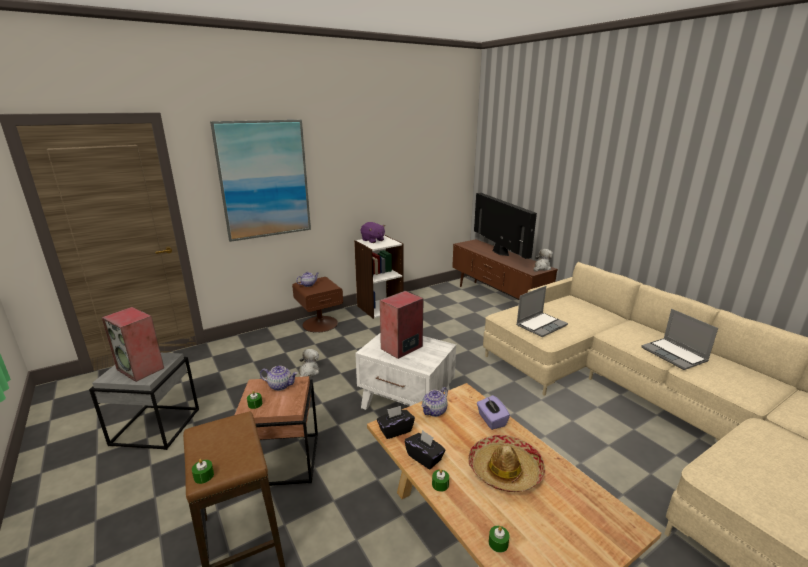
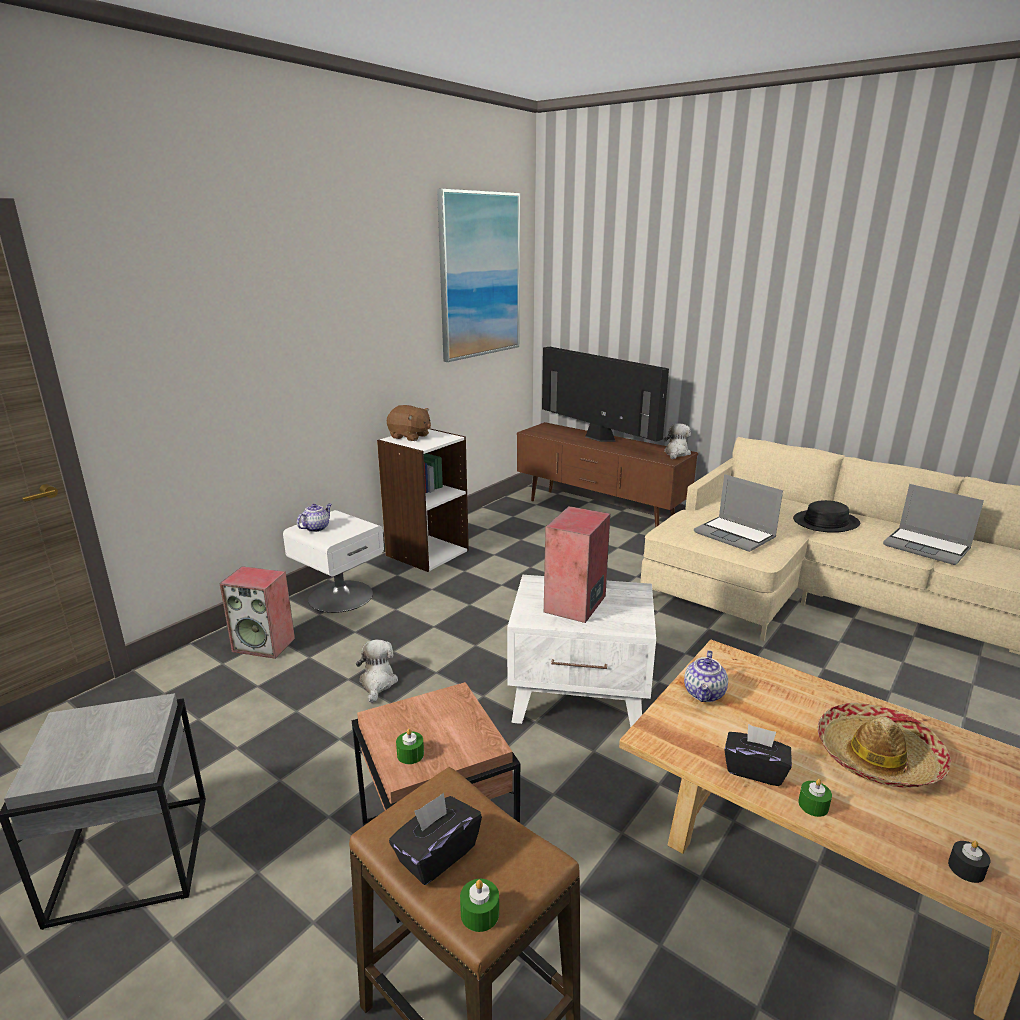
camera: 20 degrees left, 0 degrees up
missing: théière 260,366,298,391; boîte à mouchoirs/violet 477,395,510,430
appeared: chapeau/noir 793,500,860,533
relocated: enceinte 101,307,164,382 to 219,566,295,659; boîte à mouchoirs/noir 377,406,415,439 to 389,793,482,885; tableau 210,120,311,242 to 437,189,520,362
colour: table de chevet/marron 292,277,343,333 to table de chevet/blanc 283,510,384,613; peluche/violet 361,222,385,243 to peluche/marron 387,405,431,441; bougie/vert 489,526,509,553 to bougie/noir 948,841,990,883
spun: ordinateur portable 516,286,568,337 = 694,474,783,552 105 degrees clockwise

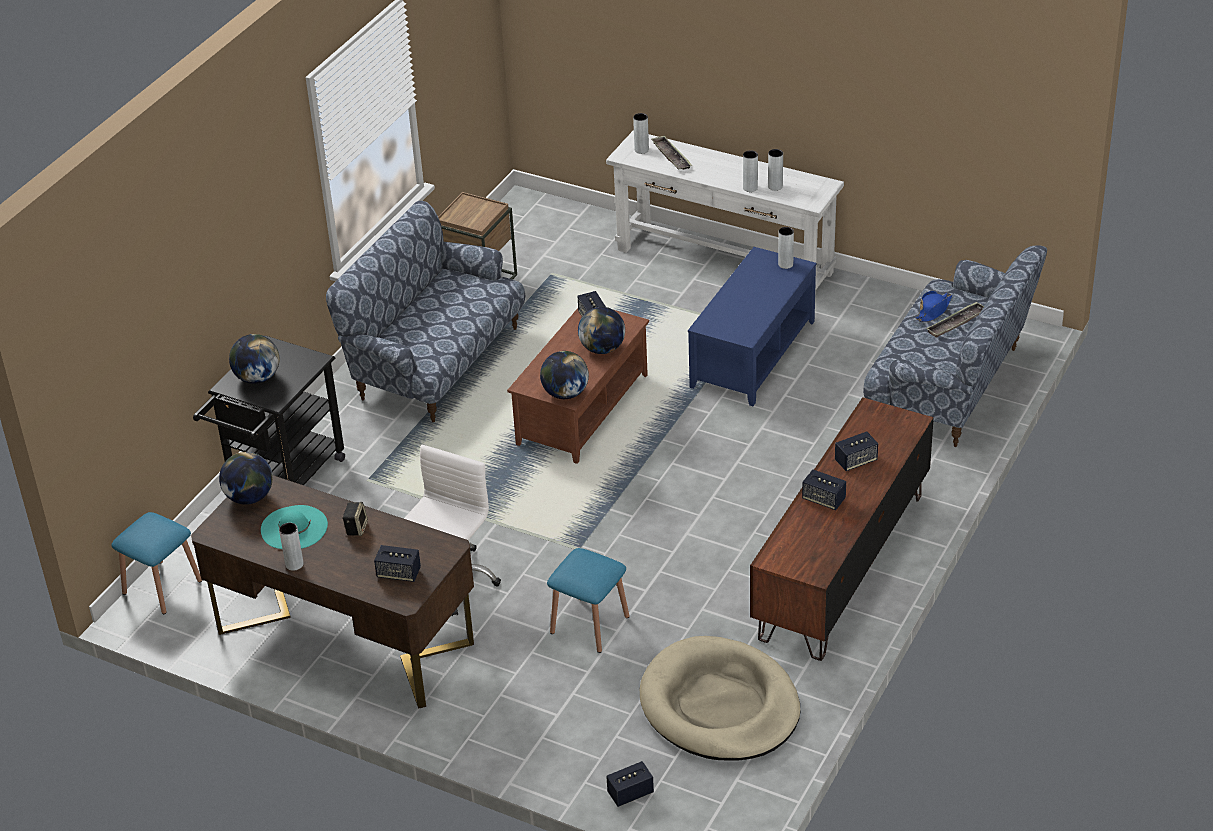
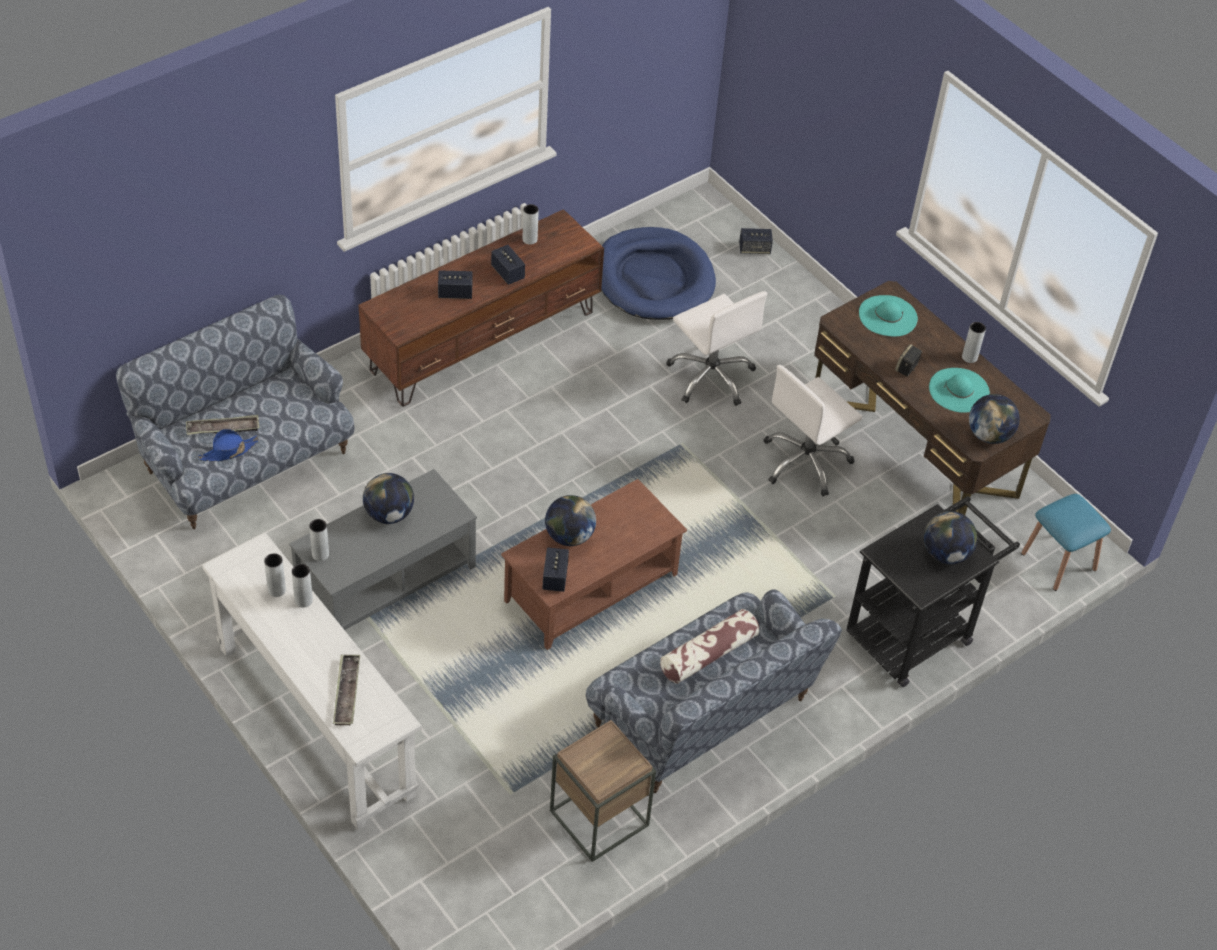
camera: 160 degrees left, 10 degrees up
appeared: coussin 660,609,759,684
relocated: globe 540,351,589,399 to 363,473,414,524; vase/gris 633,113,649,154 to 523,204,539,245
exchanged: tabouret/bleu 547,548,629,653 to chaise de bureau/blanc 666,291,767,406; enceinte 374,545,421,582 to chapeau/turquoise 859,295,918,337
colour: table basse/bleu 688,247,816,406 to table basse/gris 289,469,477,630; panier pour chien/beige 640,636,800,760 to panier pour chien/bleu 601,227,716,320

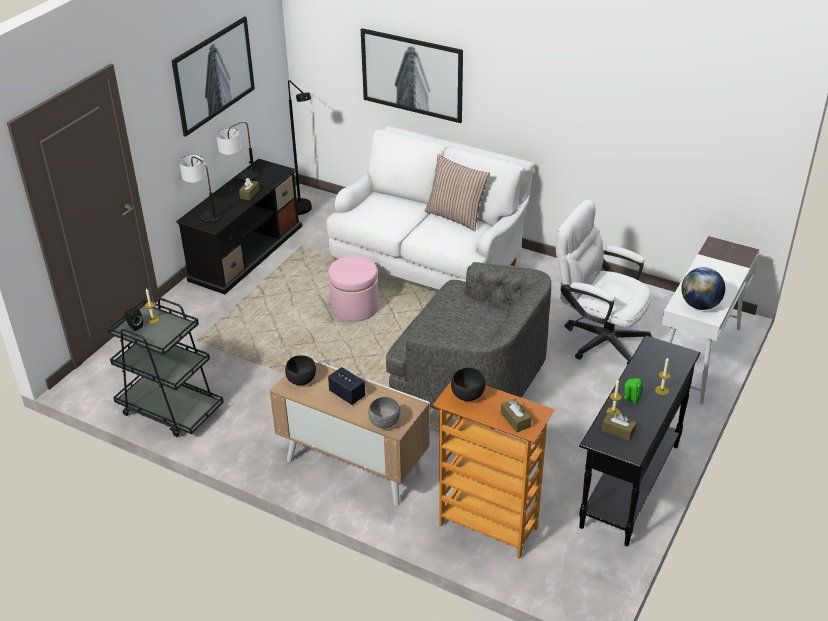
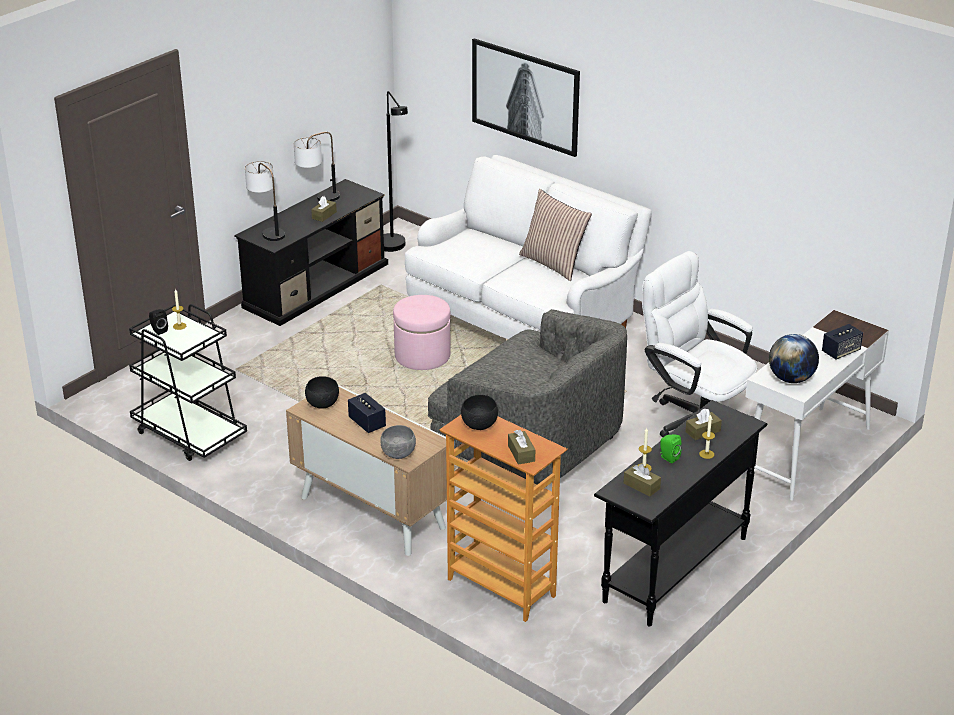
camera: 10 degrees right, 5 degrees down
missing: tableau 171,16,255,137
appeared: boîte à mouchoirs/marron 685,409,722,440; enceinte 822,324,863,359

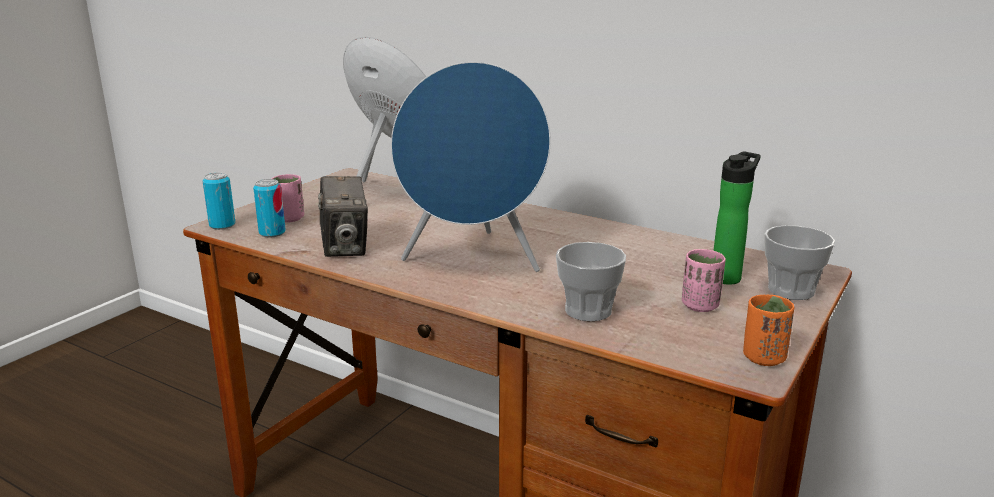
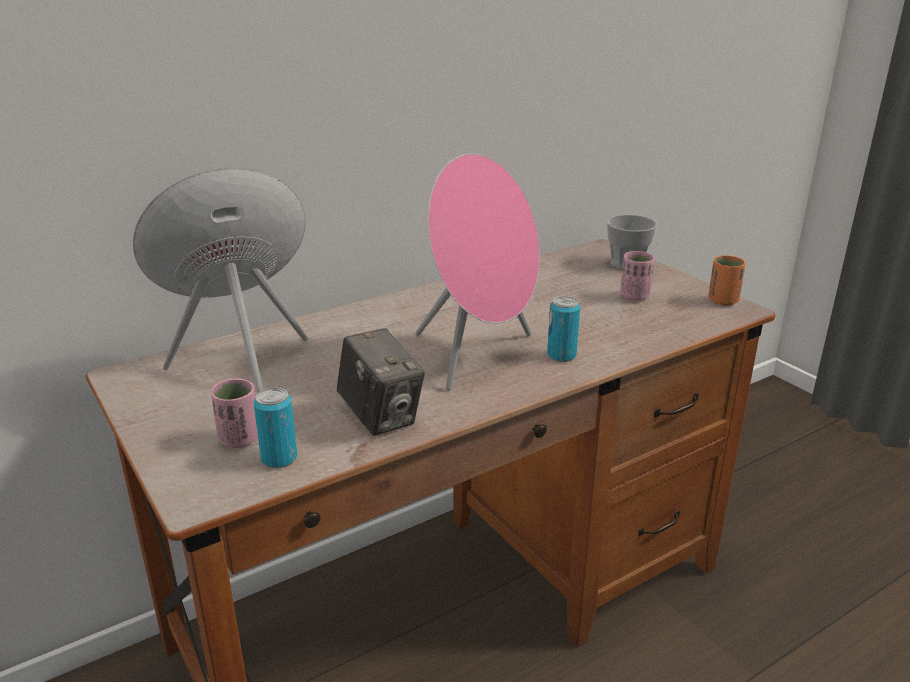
camera: 65 degrees left, 5 degrees up
missing: tasse 556,242,626,321; bouteille 714,151,761,285
relocated: boîte métallique 203,172,235,230 to 547,296,580,362
colour: enceinte/bleu 391,62,551,272 to enceinte/rose 415,153,540,390
spun: appareil photo 318,176,368,257 = 337,328,425,436 45 degrees clockwise

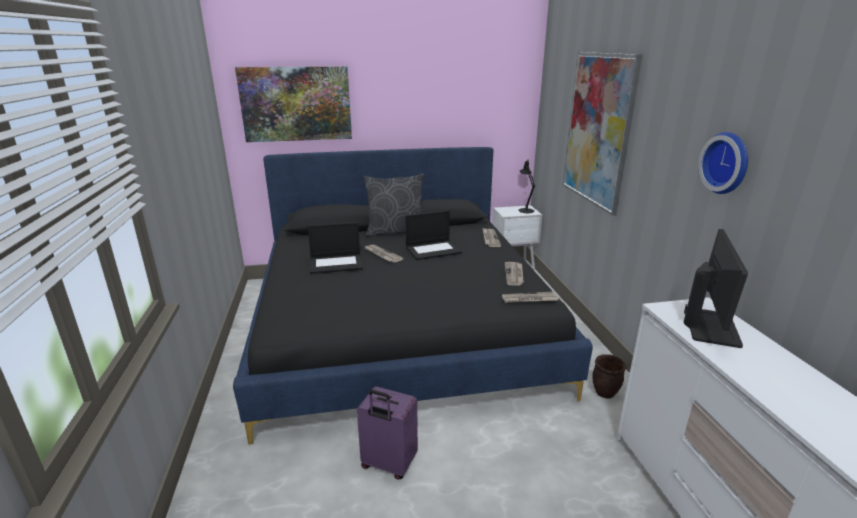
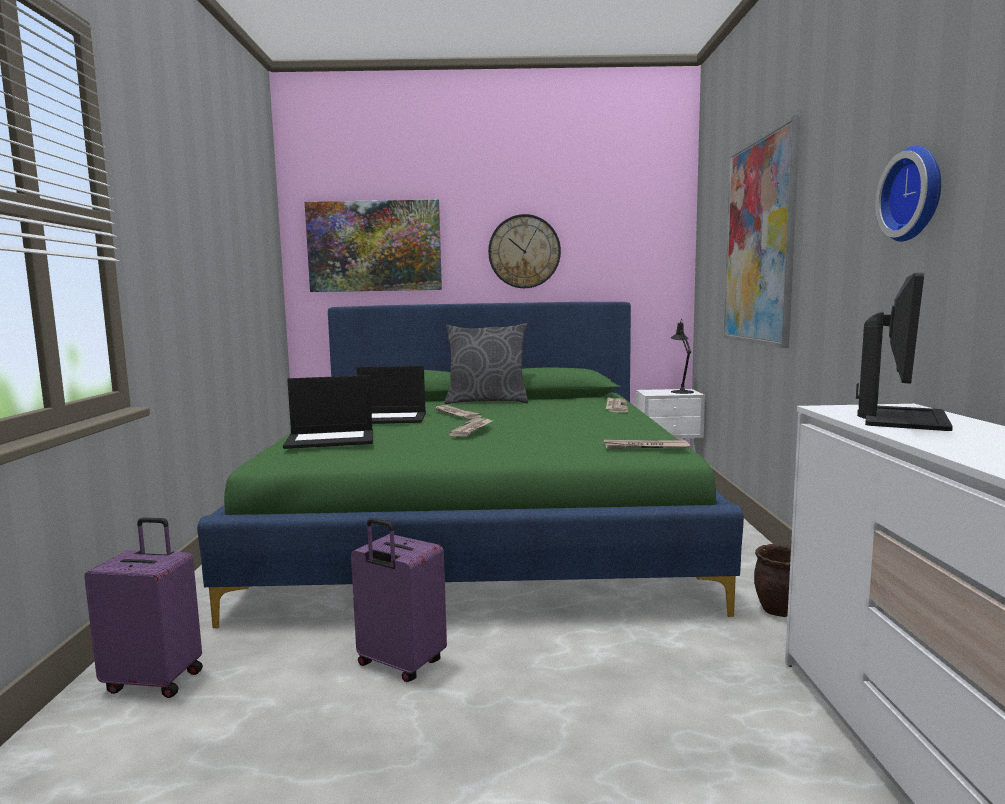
camera: 10 degrees right, 15 degrees down
appeared: valise/violet 84,517,203,698; horloge murale 488,214,561,288
relocated: ordinateur portable 405,210,462,260 to 283,375,373,449; journal 505,262,524,286 to 448,418,492,437
colour: lit/noir 233,147,593,444 to lit/vert 197,302,744,628

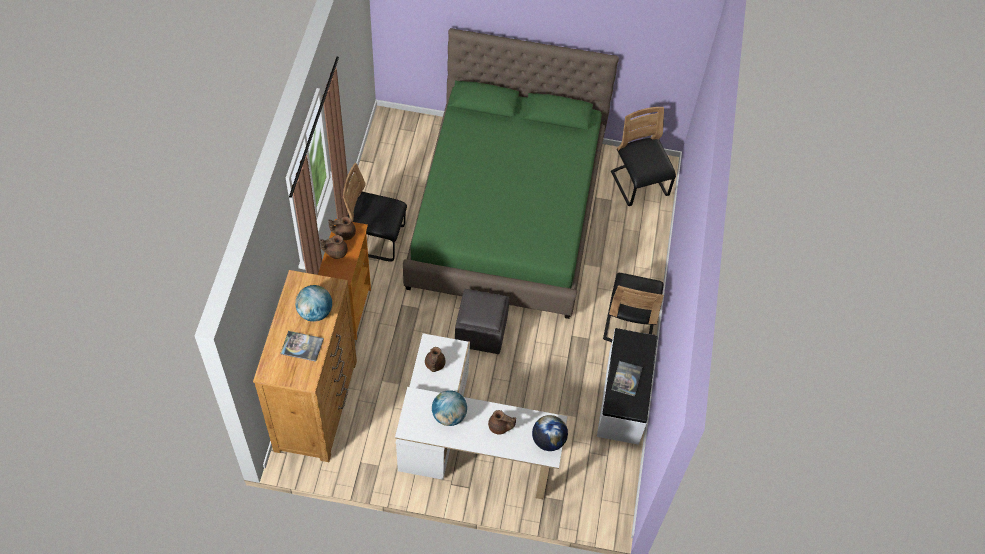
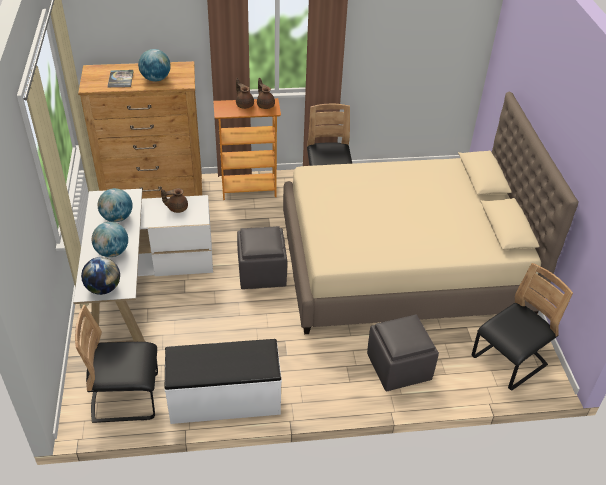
camera: 75 degrees right, 15 degrees down
missing: livre 611,361,642,396
appeared: pouf/gris 367,315,439,392
relocated: chaise/noir 603,273,664,342 to 75,305,158,423
exchanged: théière/marron 488,410,516,435 to globe 92,222,128,257
colour: lit/vert 403,28,619,319 to lit/beige 283,92,578,334

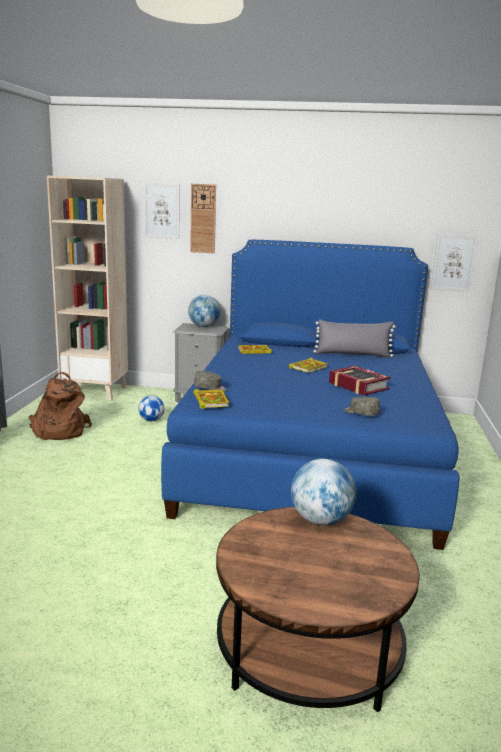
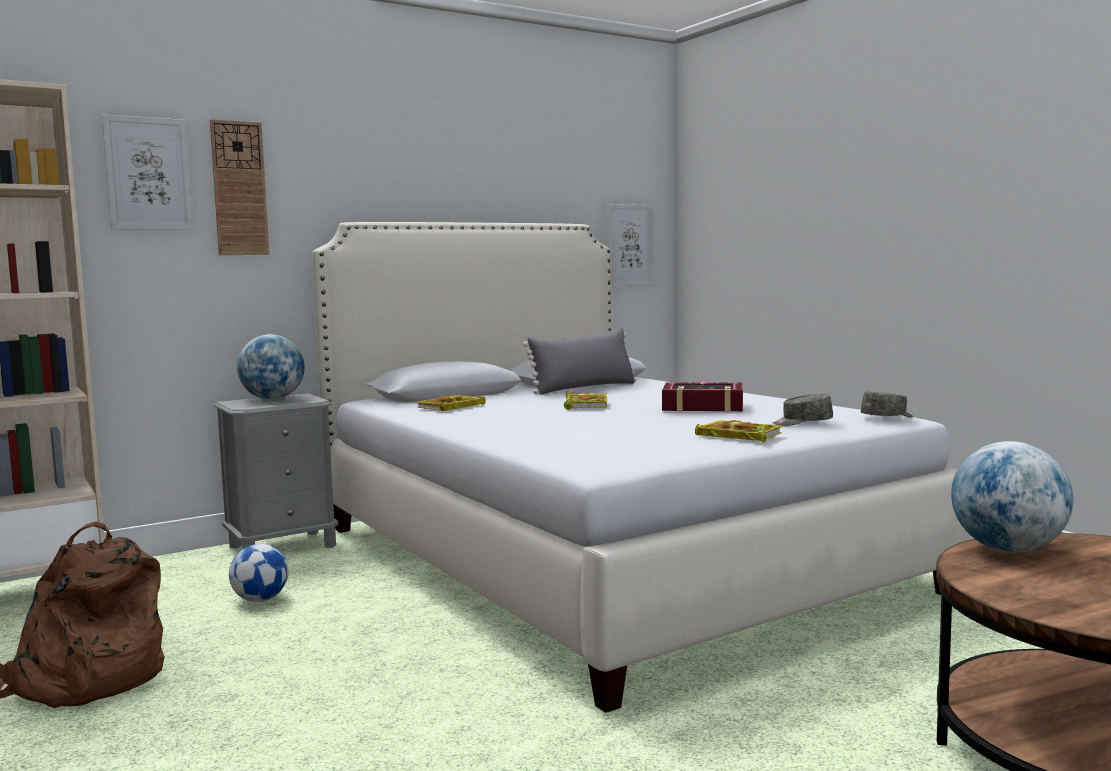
camera: 40 degrees left, 10 degrees down
relocated: livre 194,389,229,409 to 695,420,782,443; casquette/gris 194,371,227,392 to 861,391,913,418
colour: lit/bleu 161,240,460,550 to lit/blanc 312,222,970,713

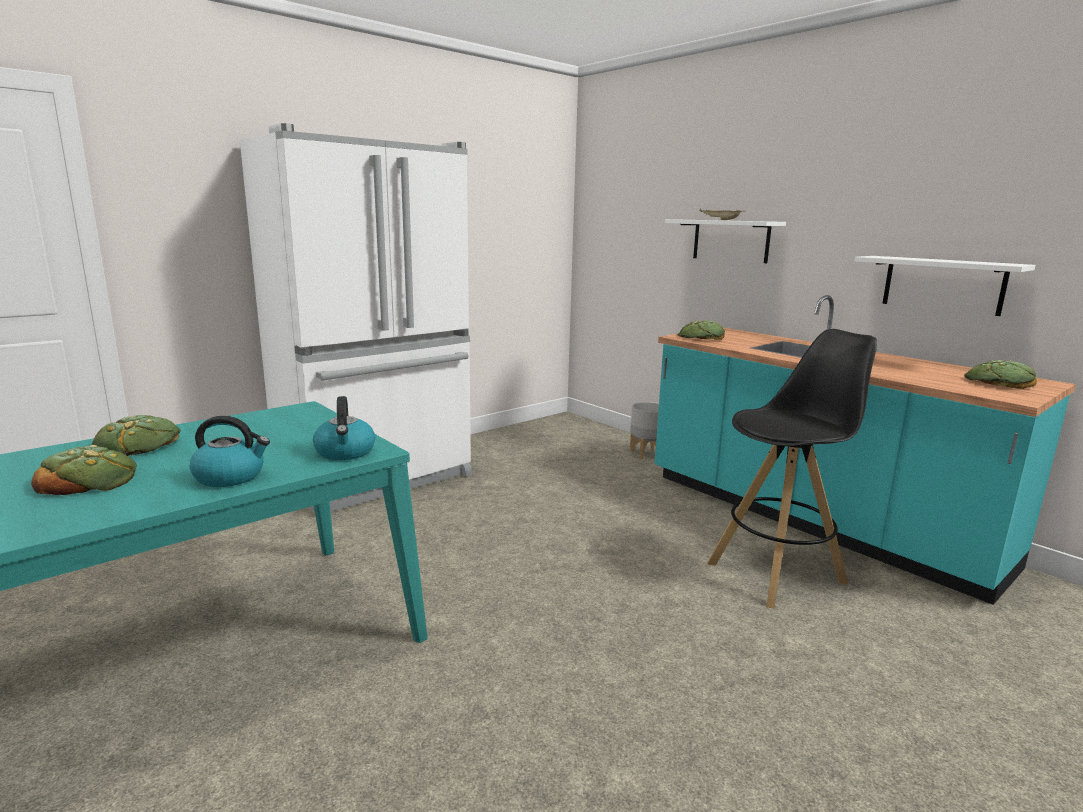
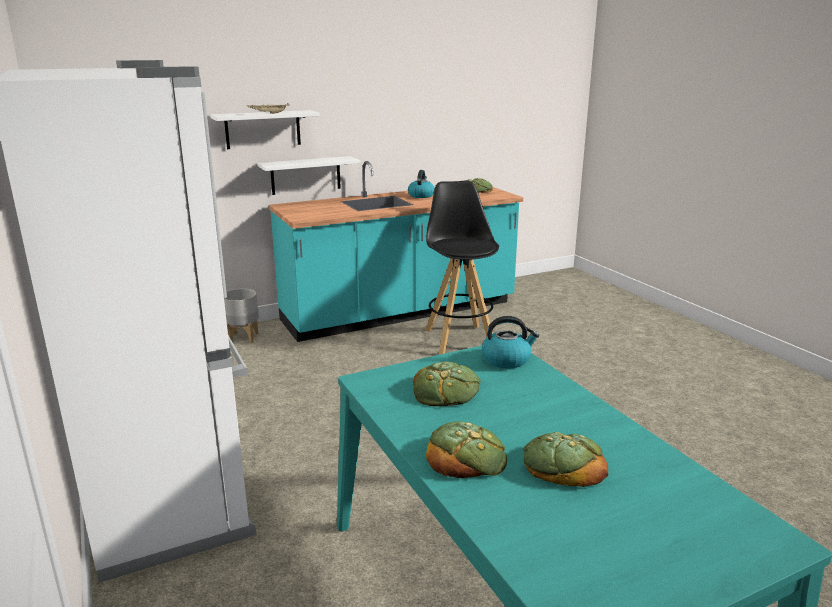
camera: 75 degrees left, 5 degrees up
relocated: étagère/blanc 854,256,1036,316 to 258,156,360,195; bouilloire 190,416,270,487 to 408,170,435,198; pain 677,320,725,340 to 413,362,481,406

